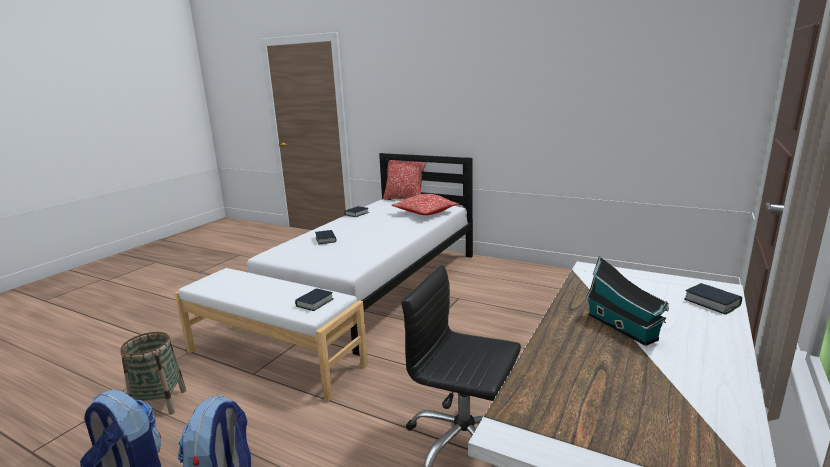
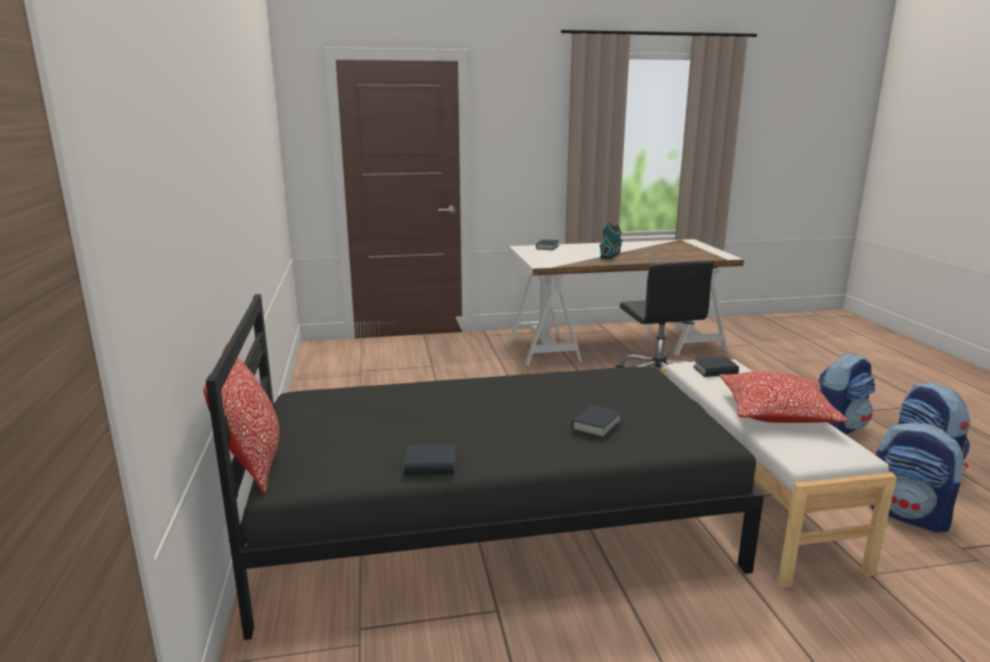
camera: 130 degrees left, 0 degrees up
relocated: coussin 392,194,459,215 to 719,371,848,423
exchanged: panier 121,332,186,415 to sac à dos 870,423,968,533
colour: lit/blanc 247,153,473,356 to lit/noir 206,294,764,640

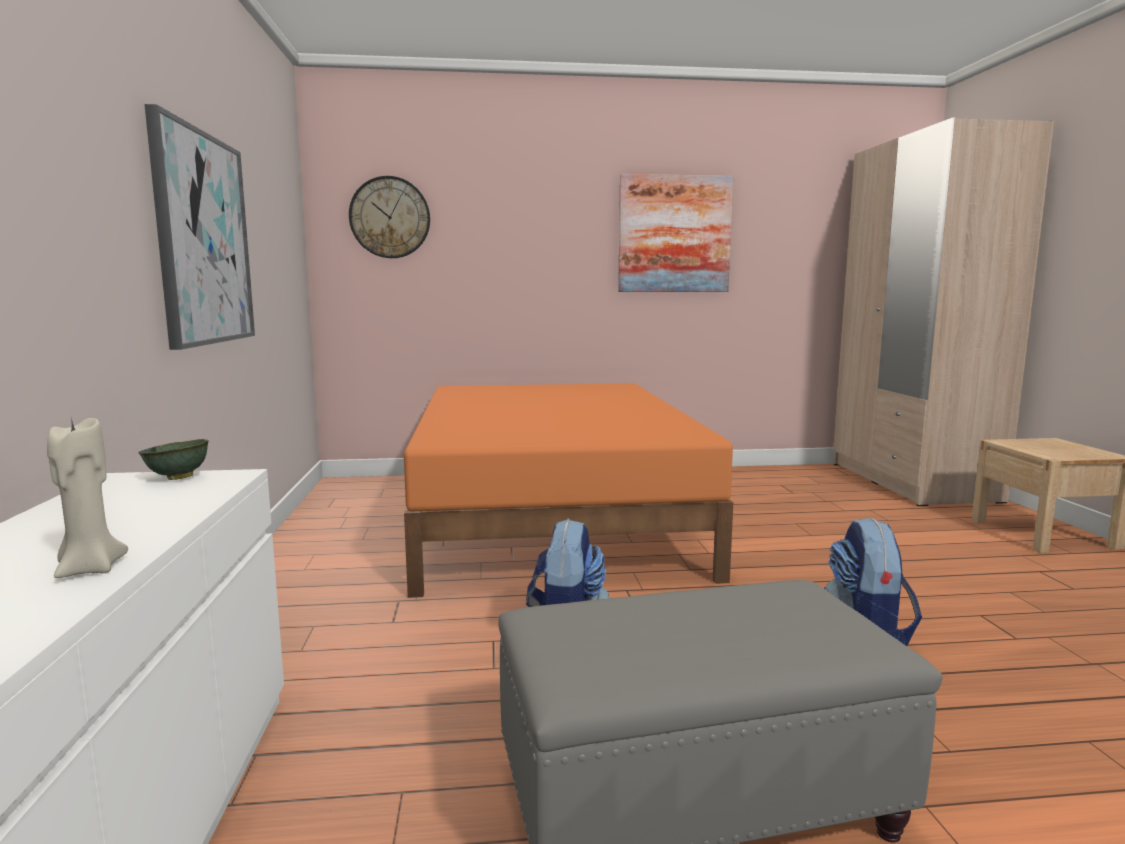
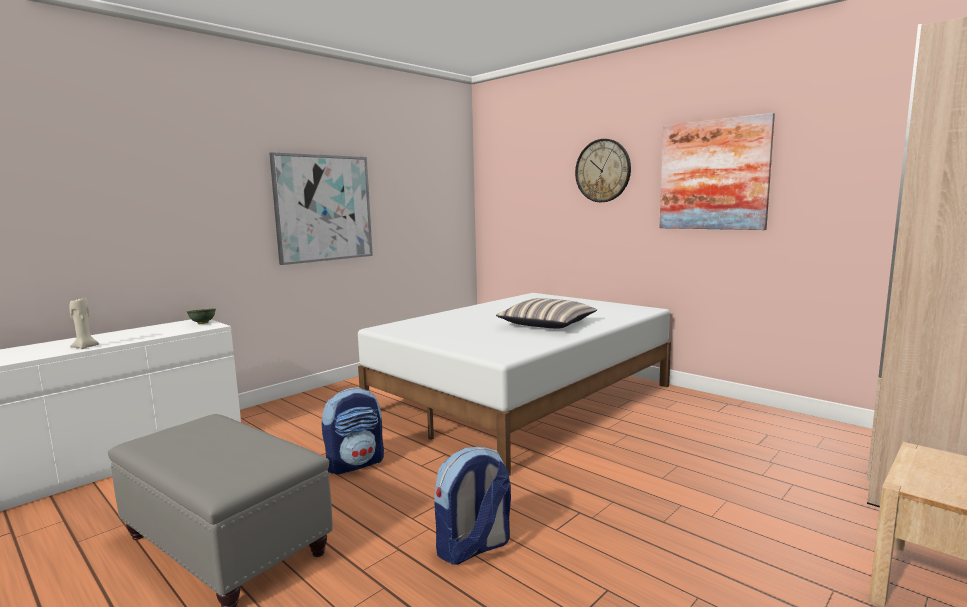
camera: 50 degrees right, 0 degrees up
appeared: coussin 496,298,597,329
relocated: horloge murale 349,176,430,258 to 575,139,631,202
colour: lit/orange 404,383,733,598 to lit/blanc 358,293,671,476

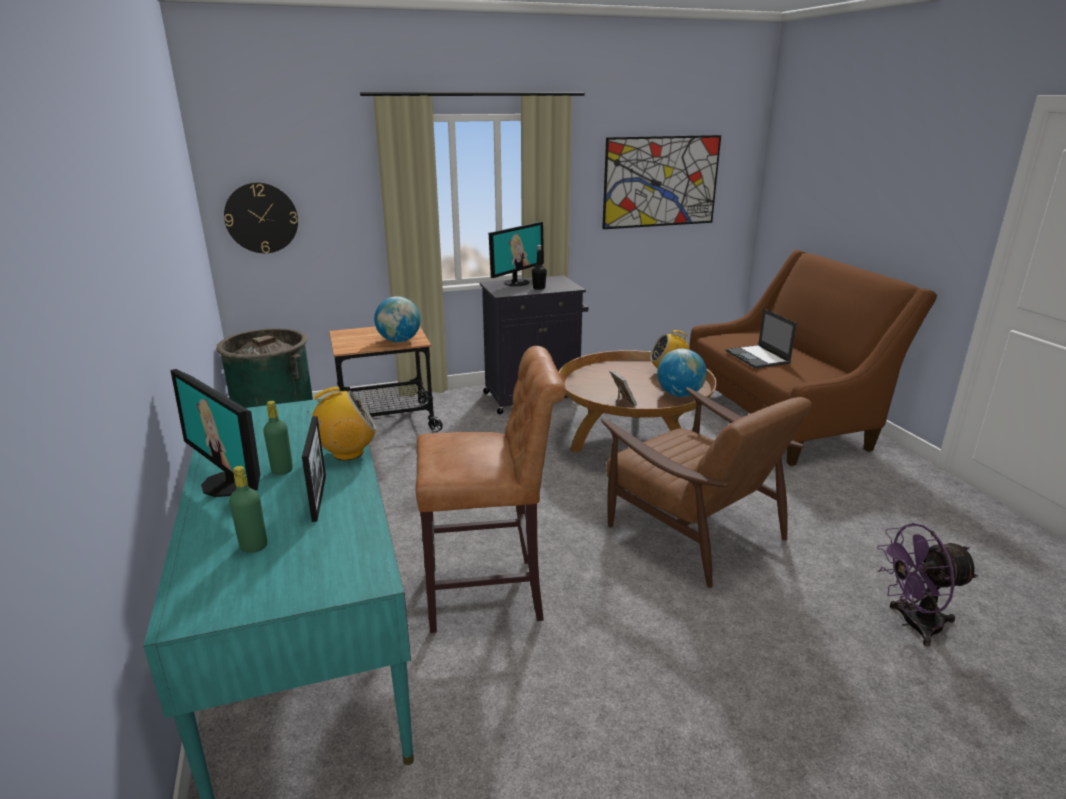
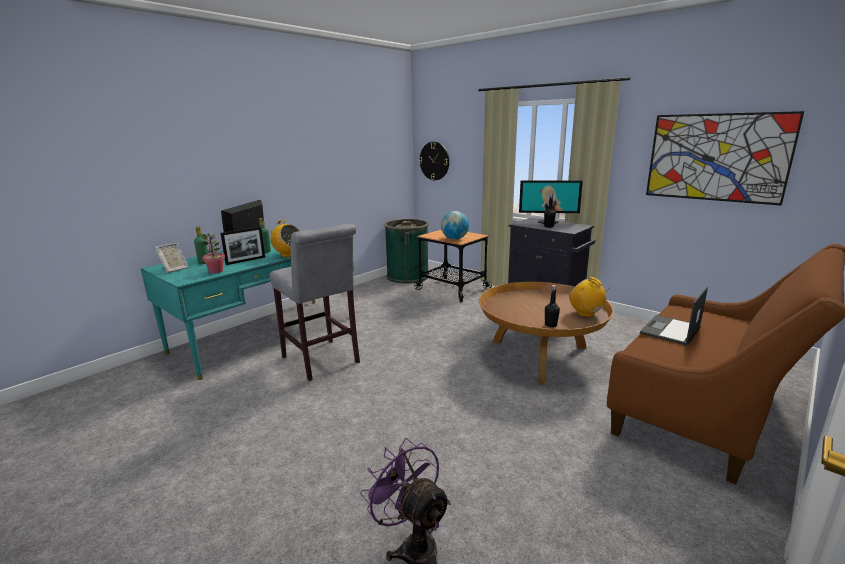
camera: 60 degrees right, 5 degrees down
missing: fauteuil/marron 601,387,812,588
appeared: plante en pot 201,233,225,274
relocated: cadre photo 609,370,637,407 to 155,243,188,273
exchanged: globe 657,349,707,397 to bouteille/noir 545,285,560,327
colour: tabouret/marron 416,346,566,633 to tabouret/gris 270,223,360,381

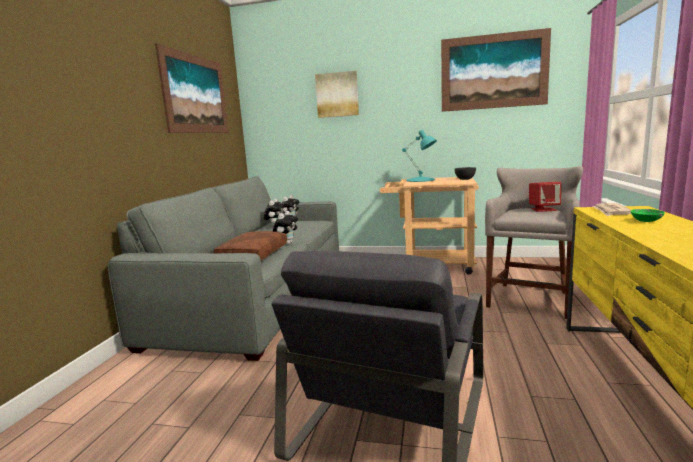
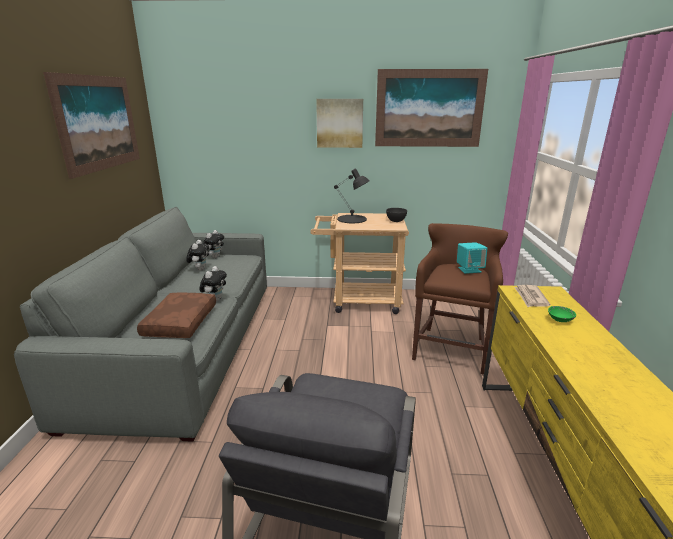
camera: 10 degrees left, 10 degrees up
relocated: tableau 315,71,359,118 to 316,99,363,148
colour: lampe de table/turquoise 402,130,437,182 to lampe de table/noir 334,169,369,223; tabouret/gris 485,166,583,319 to tabouret/marron 412,223,508,375; enceinte/rouge 529,182,561,212 to enceinte/turquoise 457,242,487,274

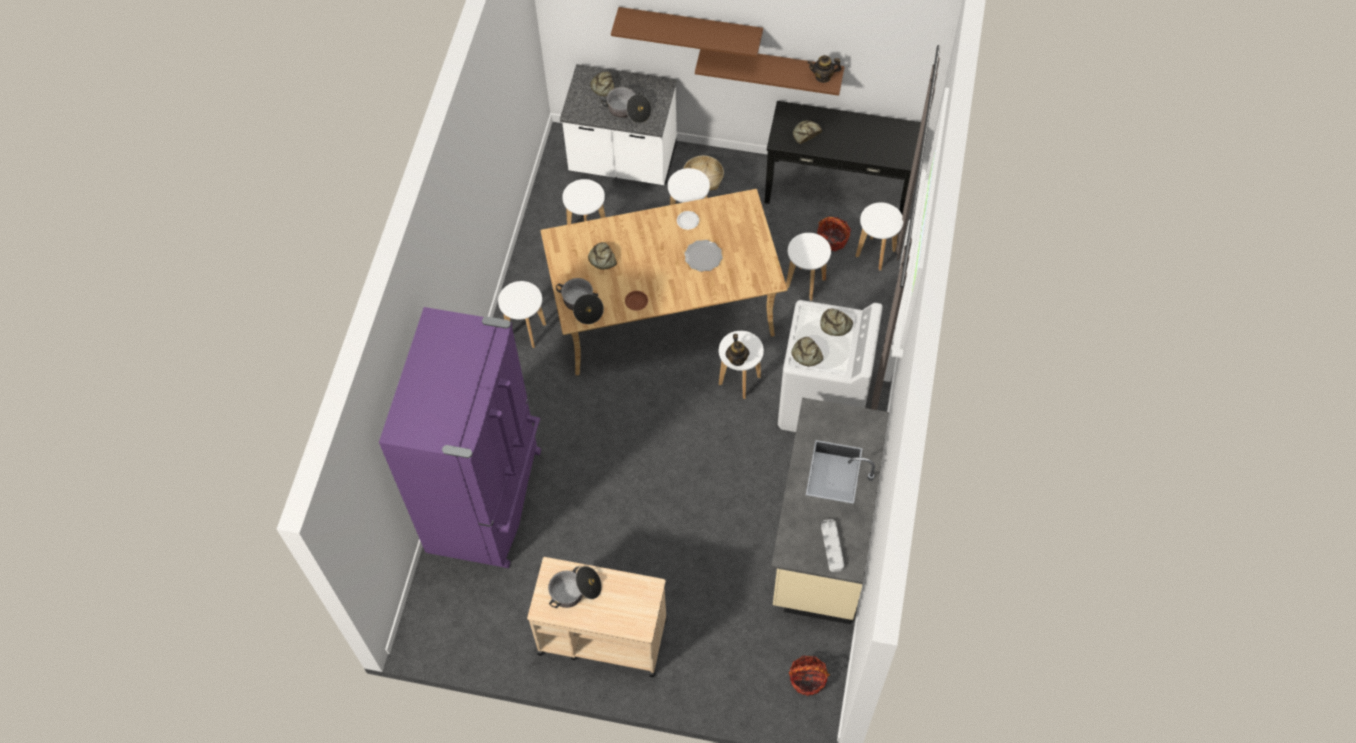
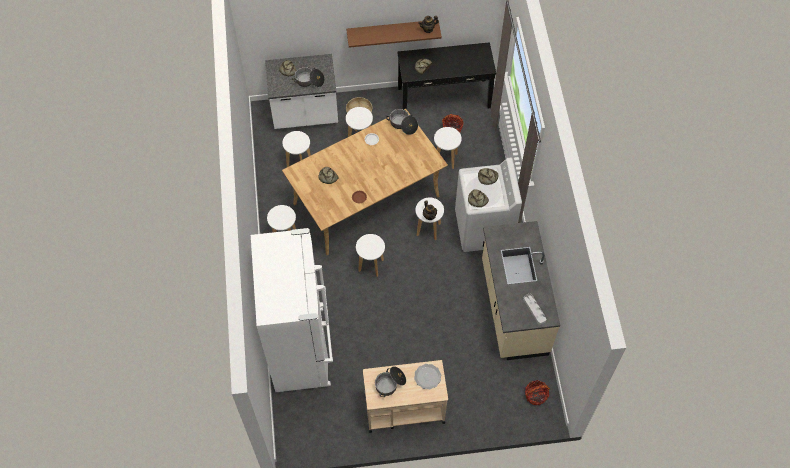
camera: 20 degrees left, 0 degrees up
missing: étagère/marron 611,7,763,57
relocated: tabouret/blanc 856,202,903,271 to 356,234,385,277; marmite 556,278,604,324 to 386,109,418,135; assiette 684,240,723,272 to 414,364,441,389
colour: réfrigérateur/violet 379,307,541,568 to réfrigérateur/blanc 251,228,333,392

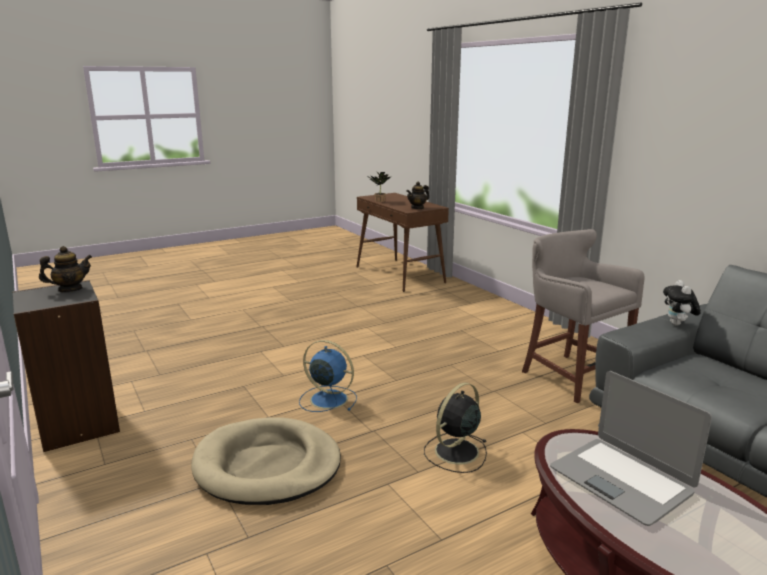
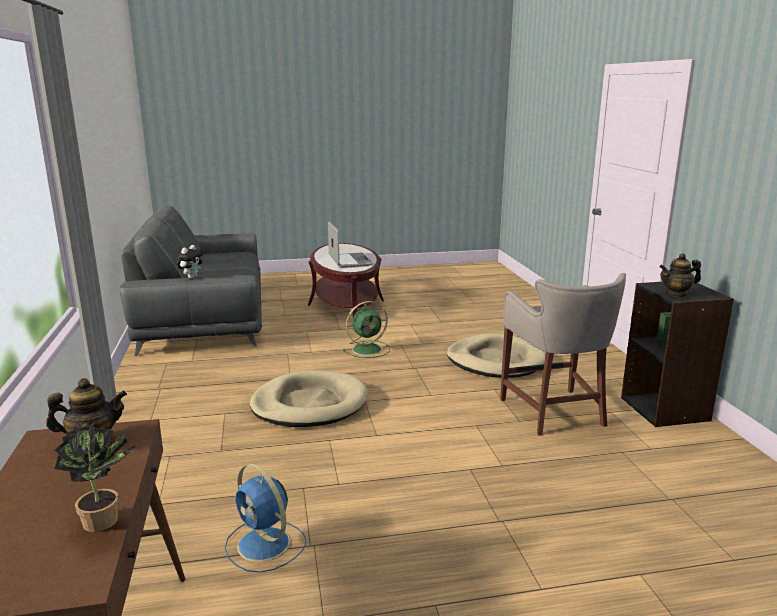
camera: 160 degrees left, 0 degrees up
appeared: panier pour chien/beige 250,370,368,427
relocated: ventilateur/bleu 299,340,357,412 to 225,464,306,573; tabouret/gris 522,229,645,403 to 500,273,626,436
colour: ventilateur/noir 424,383,487,473 to ventilateur/vert 343,301,390,358

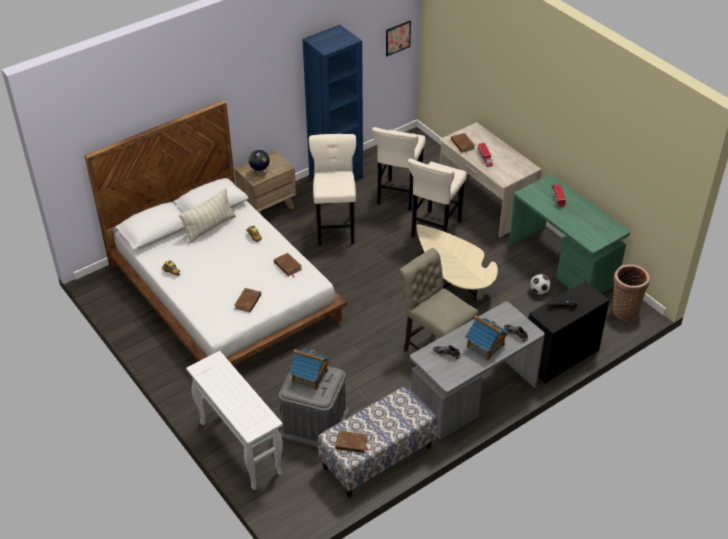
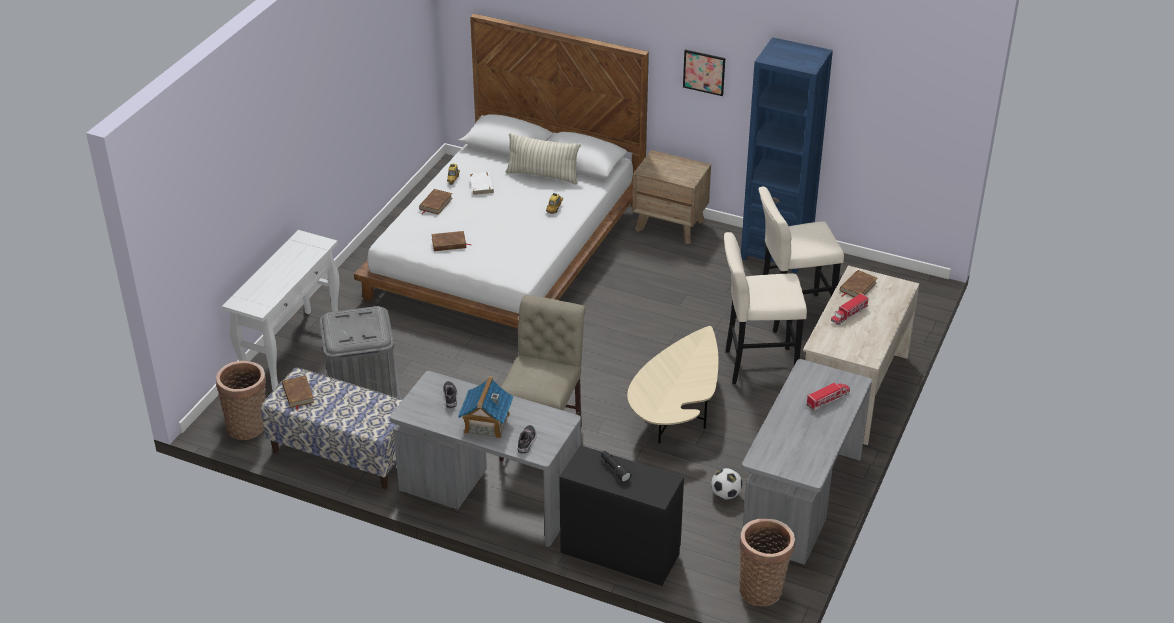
camera: 60 degrees right, 5 degrees down
missing: globe 248,150,270,176; maison miniature 289,349,330,390; tabouret/beige 309,134,356,246
appeared: panier 216,361,267,440; livre/blanc 470,172,494,196
relocated: livre/marron 274,253,302,277 to 419,189,452,215; tableau 386,21,411,56 to 683,50,725,96
colour: bureau/vert 509,174,630,294 to bureau/gris 742,359,872,565

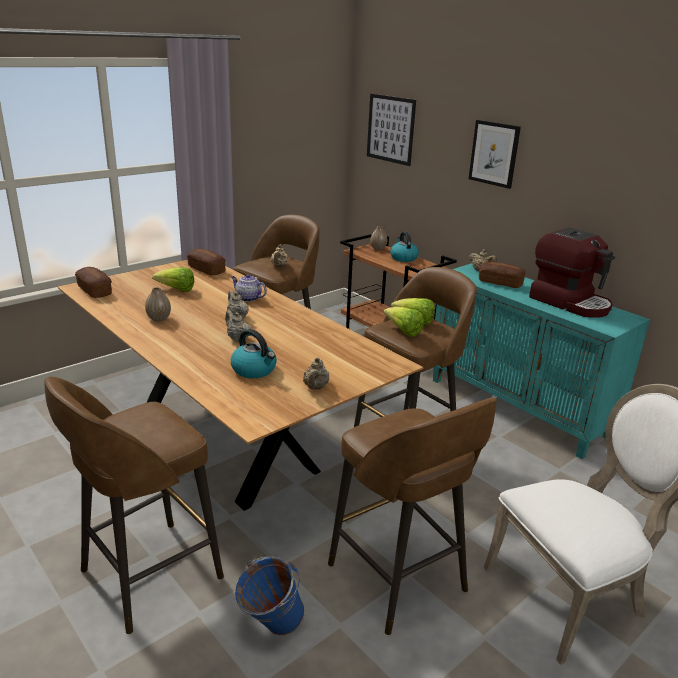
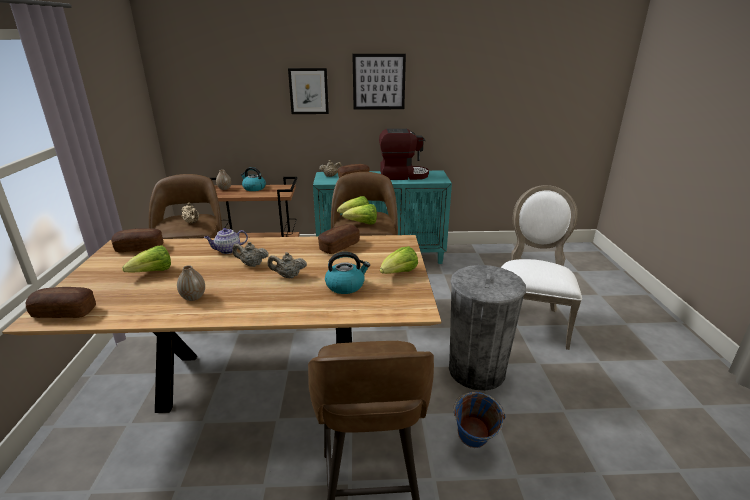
camera: 50 degrees left, 0 degrees up
appeared: pain 318,224,360,254
relocated: tableau 367,94,416,166 to 352,54,406,110
exchanged: théière/beige 303,357,329,390 to laitue 380,246,418,274; tabouret/marron 328,398,497,635 to poubelle/gris 449,265,526,391

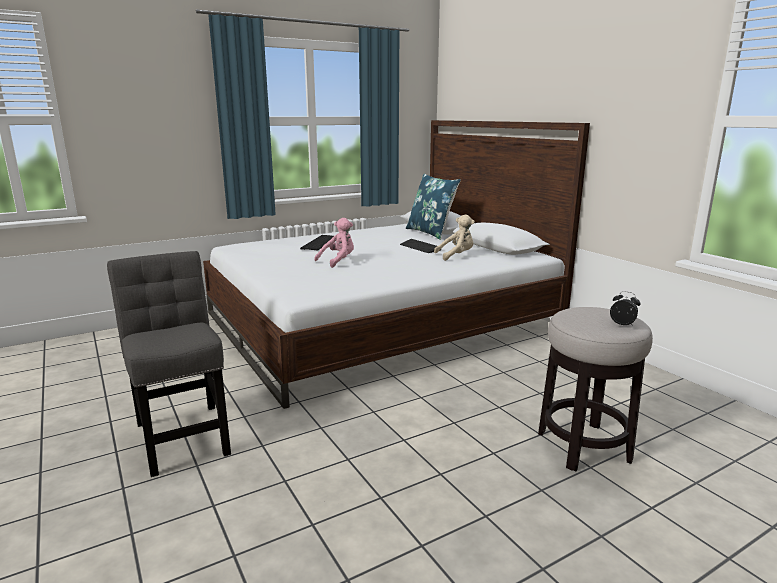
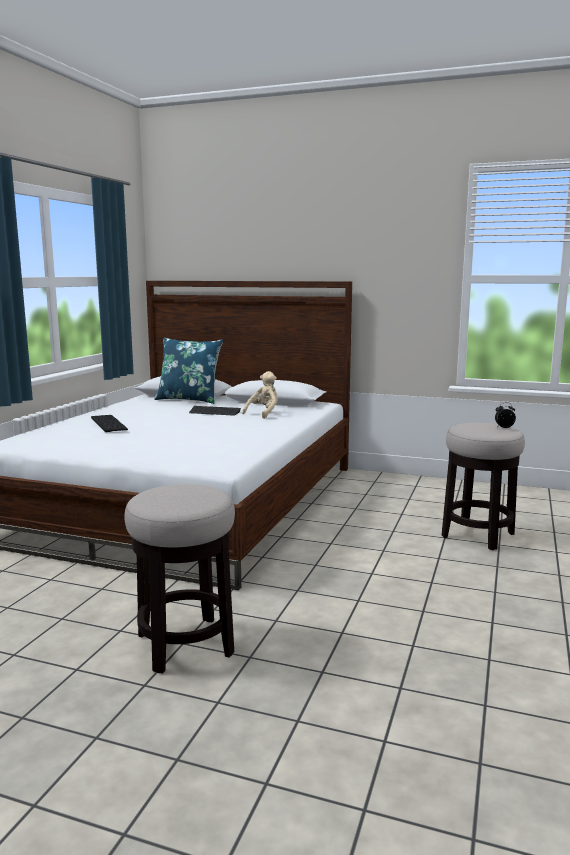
camera: 40 degrees left, 5 degrees down
missing: peluche/rose 314,218,354,268
exchanged: chaise/gris 107,251,231,477 to tabouret 124,484,235,674

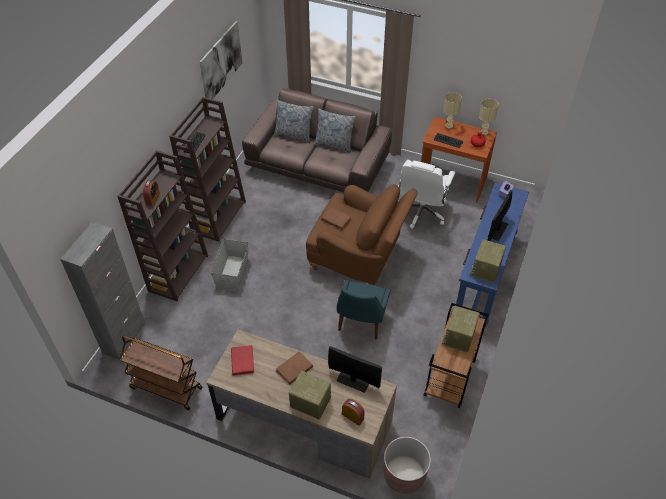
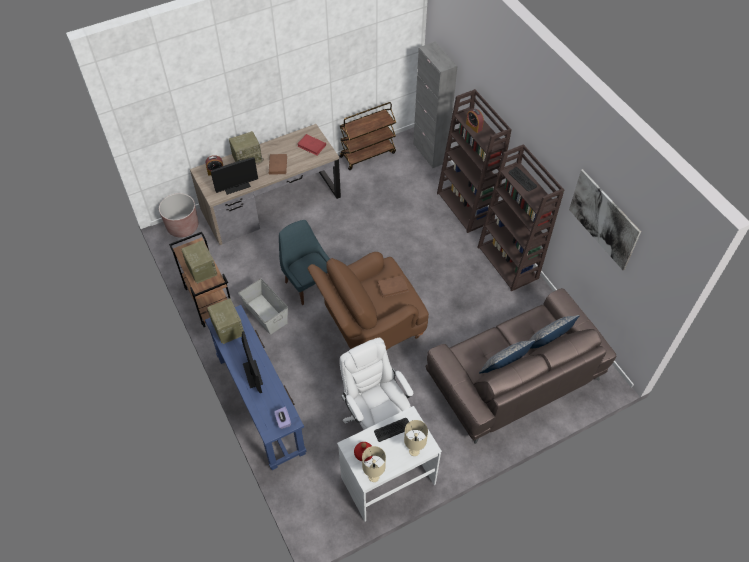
camera: 130 degrees right, 5 degrees up
relocated: boîte de rangement/gris 210,239,249,292 to 238,278,288,335
colour: bureau/marron 421,117,497,203 to bureau/blanc 337,406,442,522

